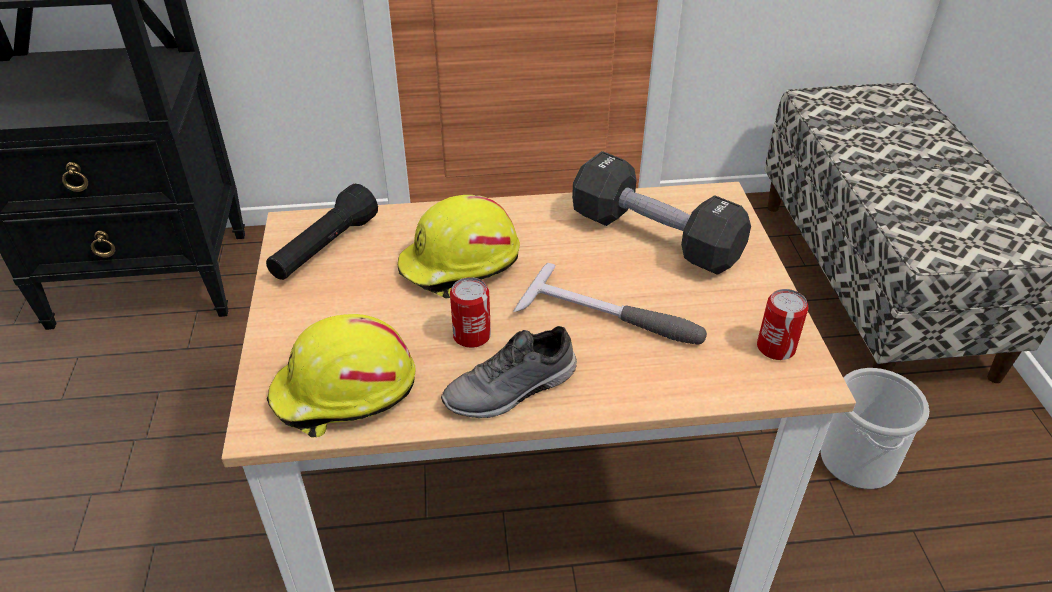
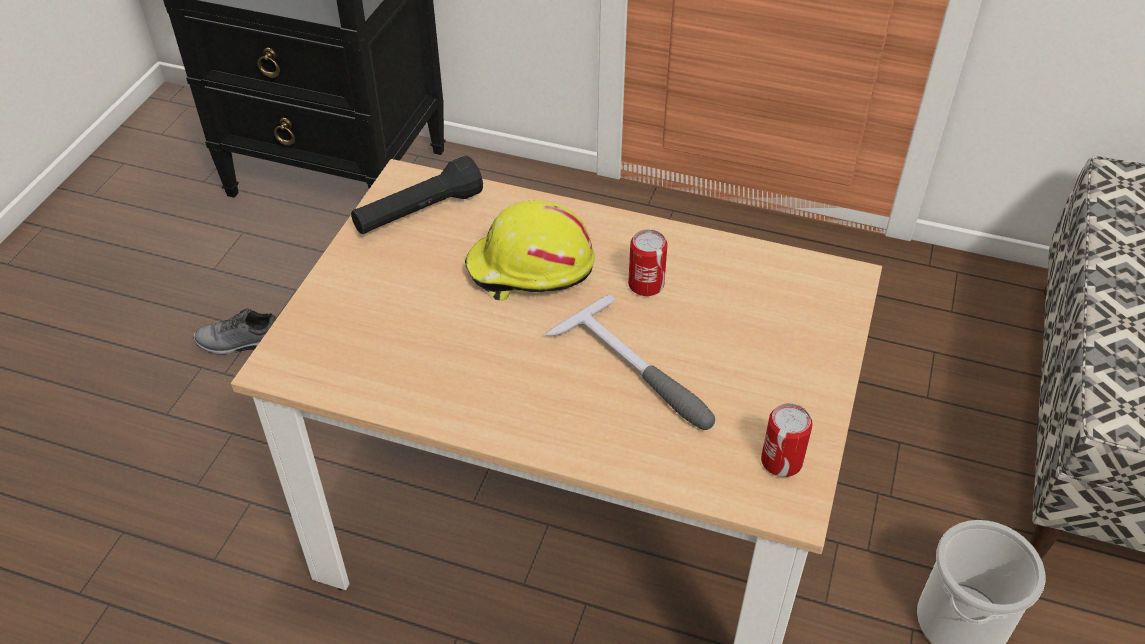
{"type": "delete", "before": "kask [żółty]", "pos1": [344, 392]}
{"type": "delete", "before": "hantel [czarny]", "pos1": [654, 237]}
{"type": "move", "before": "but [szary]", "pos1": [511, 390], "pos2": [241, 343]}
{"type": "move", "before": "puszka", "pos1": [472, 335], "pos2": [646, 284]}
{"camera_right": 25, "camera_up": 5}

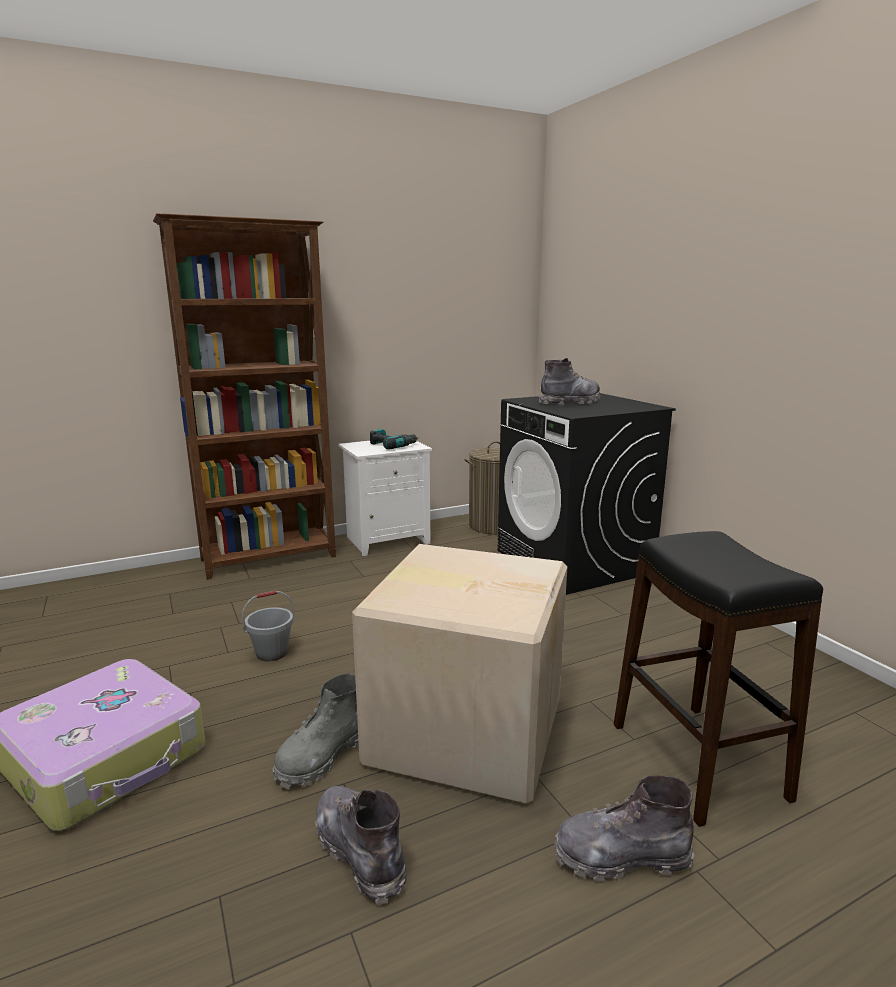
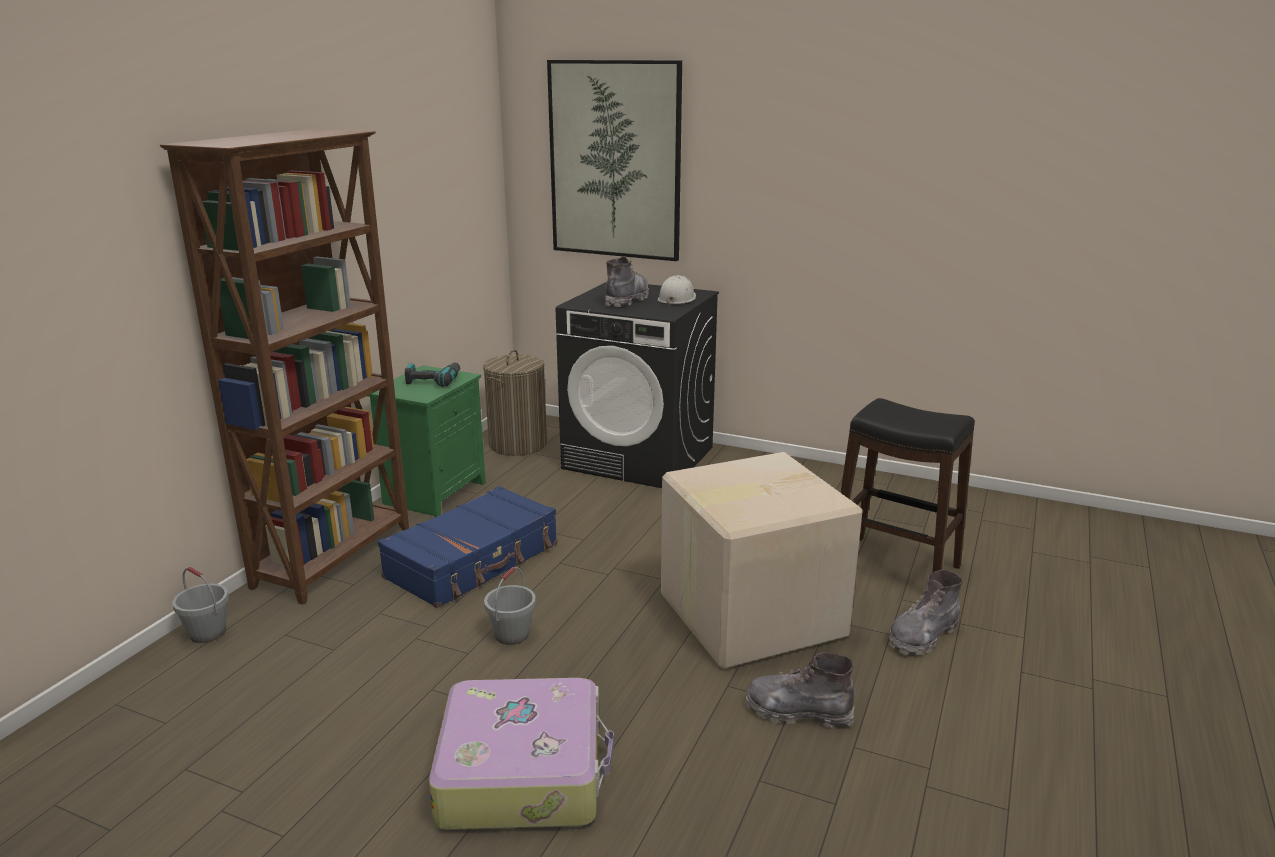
{"type": "delete", "before": "but z cholewką [szary]", "pos1": [322, 757]}
{"type": "insert", "after": "wiadro [szary]", "pos2": [208, 633]}
{"type": "insert", "after": "walizka [niebieski]", "pos2": [474, 561]}
{"type": "insert", "after": "obraz", "pos2": [615, 161]}
{"type": "insert", "after": "kask [biały]", "pos2": [677, 299]}
{"type": "recolor", "before": "szafka nocna [biały]", "after": "szafka nocna [zielony]", "pos1": [388, 540], "pos2": [434, 492]}
{"camera_right": -40, "camera_up": 5}

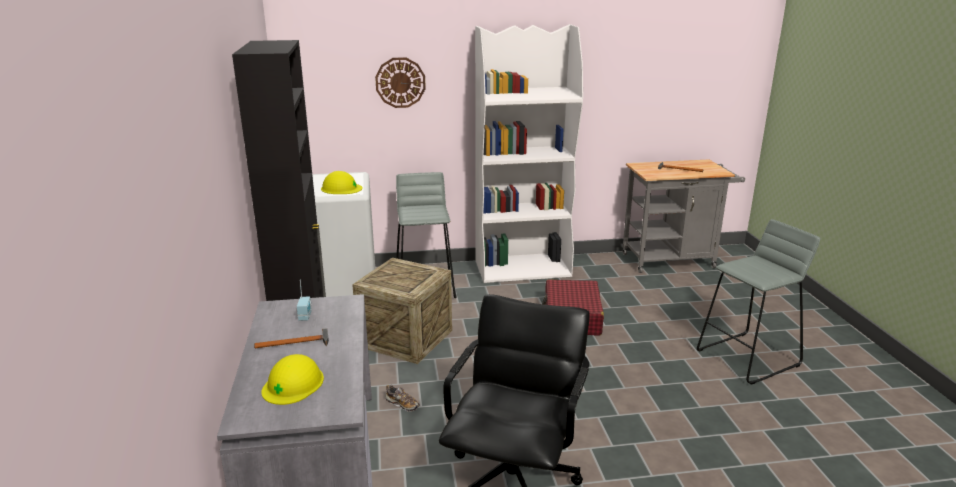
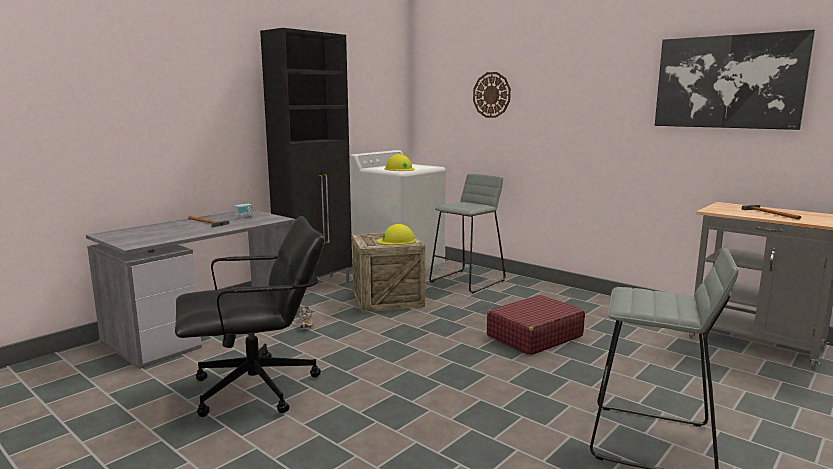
{"type": "delete", "before": "regał [biały]", "pos1": [523, 268]}
{"type": "insert", "after": "obraz", "pos2": [728, 82]}
{"type": "move", "before": "kask [żółty]", "pos1": [293, 384], "pos2": [397, 240]}
{"camera_right": 50, "camera_up": -10}

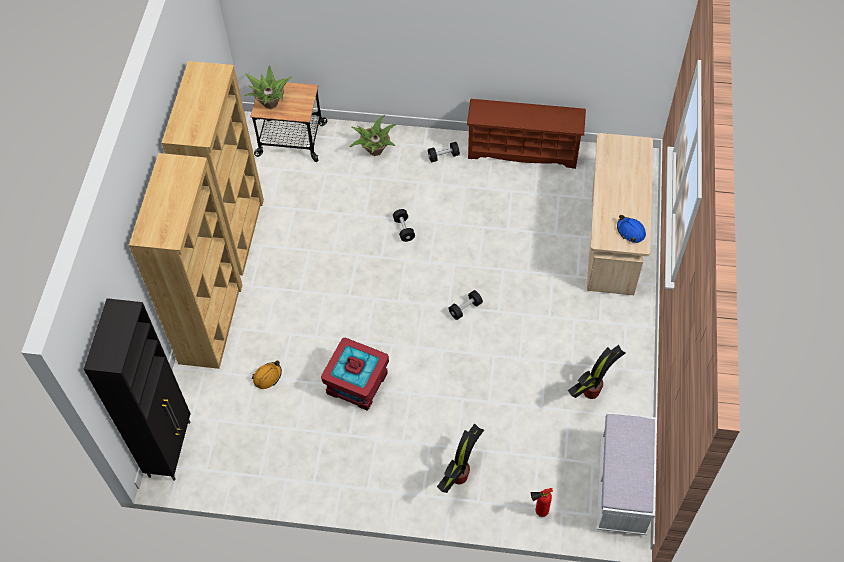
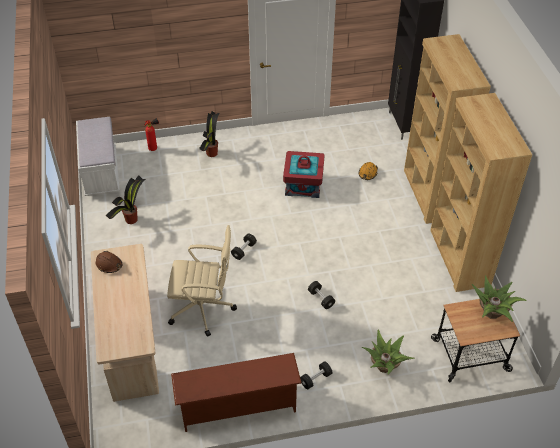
{"type": "insert", "after": "krzesło biurowe [beżowy]", "pos2": [203, 308]}
{"type": "recolor", "before": "kask [niebieski]", "after": "kask [brązowy]", "pos1": [630, 231], "pos2": [109, 265]}
{"camera_right": 160, "camera_up": -10}

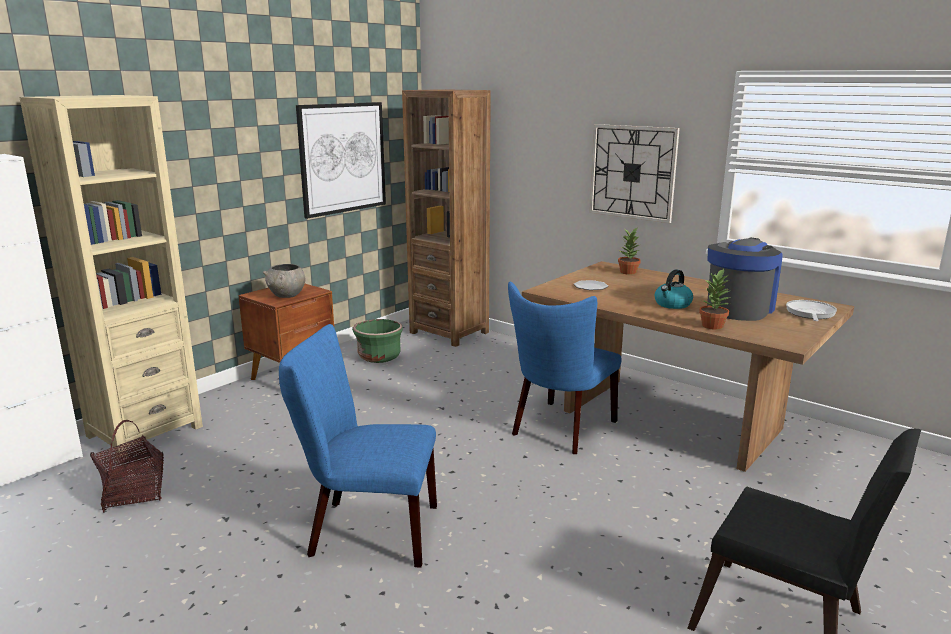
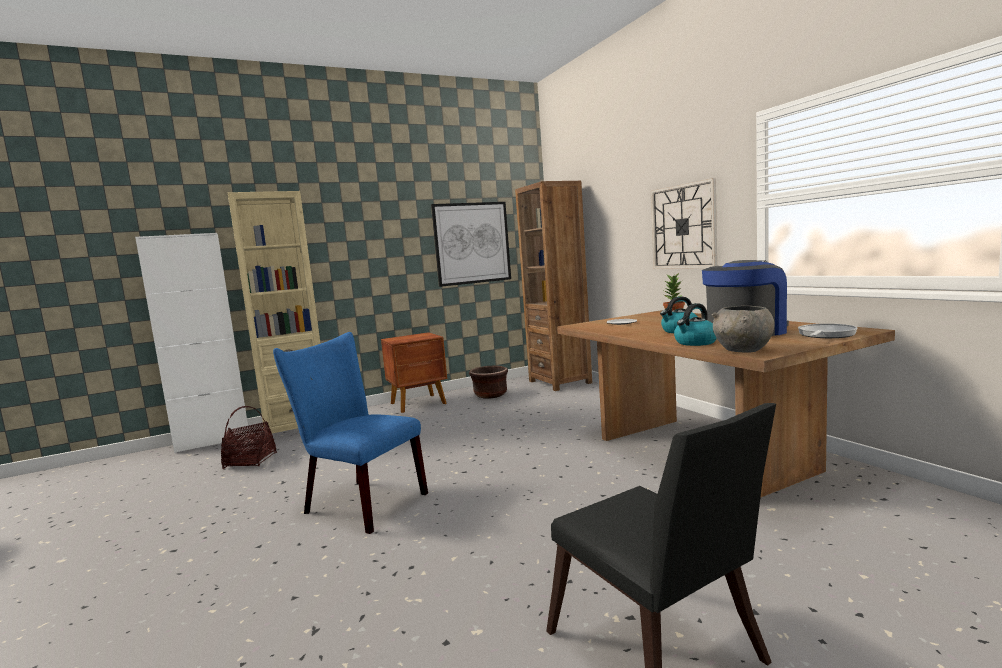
{"type": "delete", "before": "krzesło [niebieski]", "pos1": [560, 430]}
{"type": "move", "before": "miska [szary]", "pos1": [287, 296], "pos2": [743, 350]}
{"type": "replace", "before": "roślina doniczkowa", "after": "czajnik", "pos1": [713, 326], "pos2": [695, 343]}
{"type": "recolor", "before": "donica [zielony]", "after": "donica [brązowy]", "pos1": [379, 357], "pos2": [490, 395]}
{"camera_right": 25, "camera_up": -10}

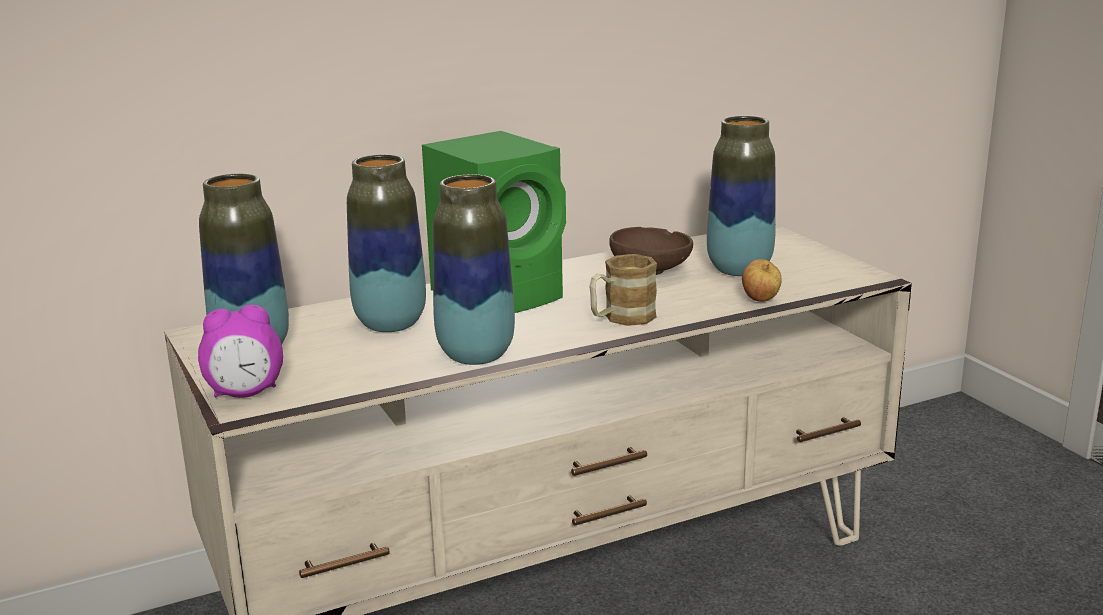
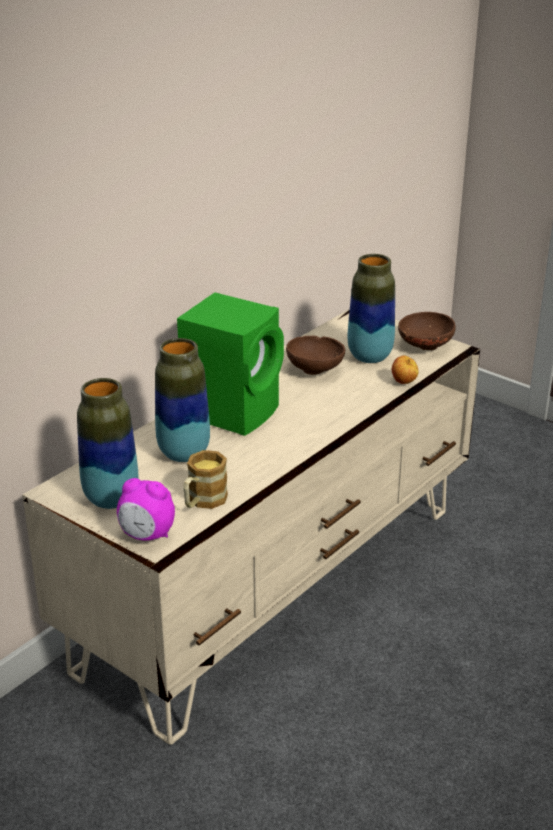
{"type": "delete", "before": "wazon", "pos1": [476, 355]}
{"type": "insert", "after": "miska [brązowy]", "pos2": [424, 346]}
{"type": "move", "before": "kubek", "pos1": [621, 318], "pos2": [203, 501]}
{"type": "rotate", "before": "budzik", "pos1": [245, 394], "pos2": [147, 535], "turn": 60}
{"camera_right": -25, "camera_up": 10}

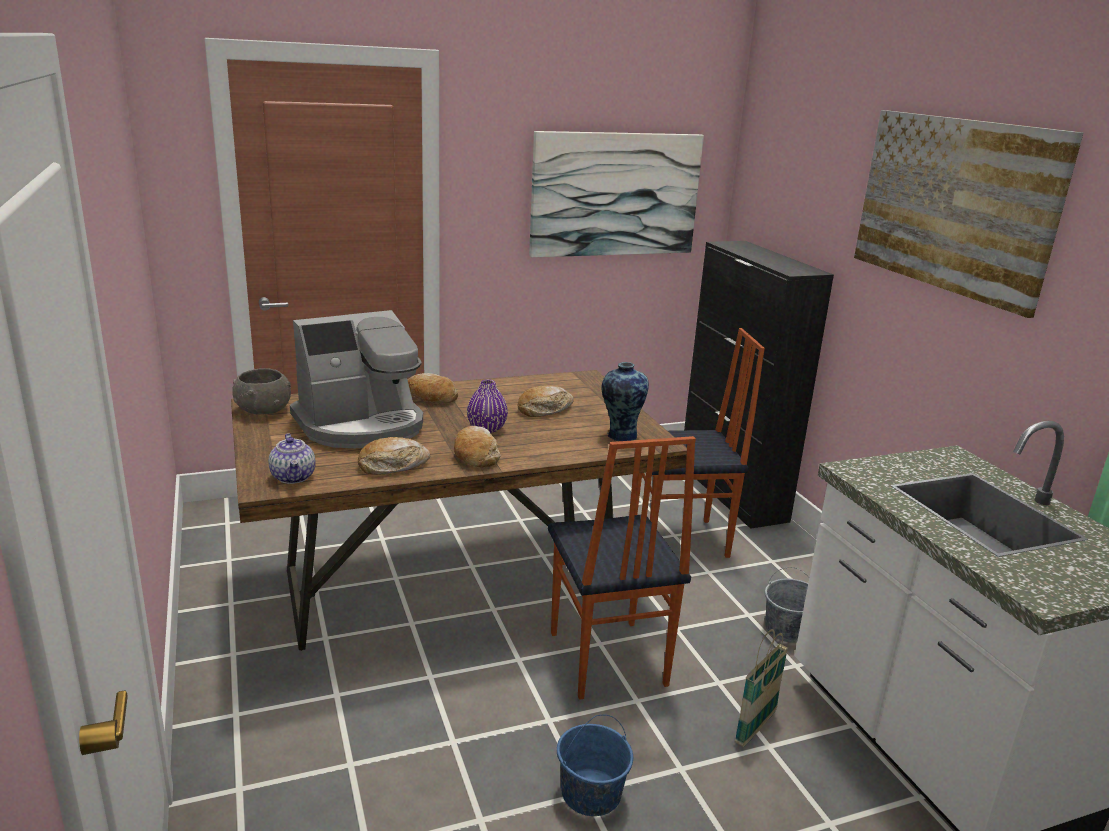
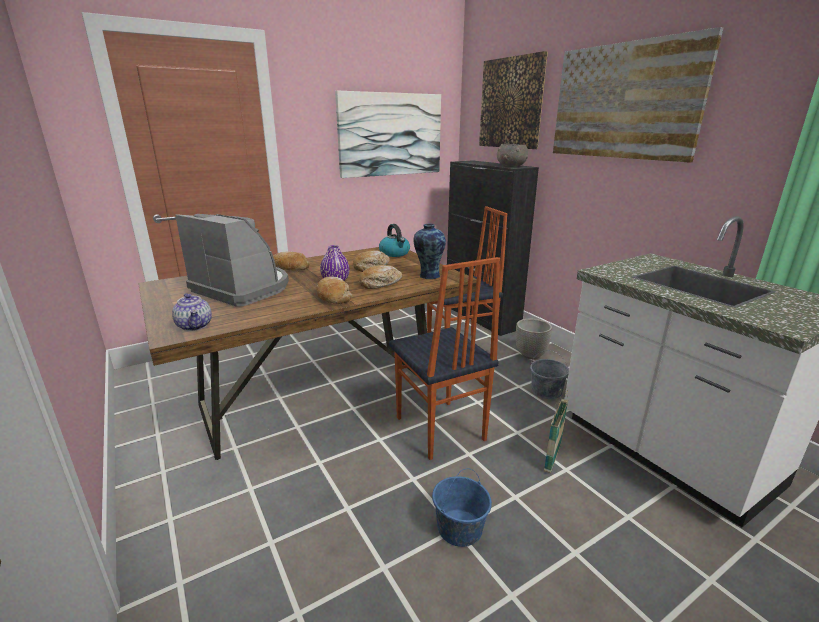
{"type": "insert", "after": "czajnik", "pos2": [395, 253]}
{"type": "insert", "after": "obraz", "pos2": [511, 103]}
{"type": "insert", "after": "donica", "pos2": [531, 355]}
{"type": "move", "before": "miska [szary]", "pos1": [263, 410], "pos2": [510, 166]}
{"type": "move", "before": "chleb", "pos1": [393, 465], "pos2": [380, 283]}
{"type": "rotate", "before": "ekspres do kawy", "pos1": [361, 425], "pos2": [243, 288], "turn": -105}
{"camera_right": -10, "camera_up": 0}

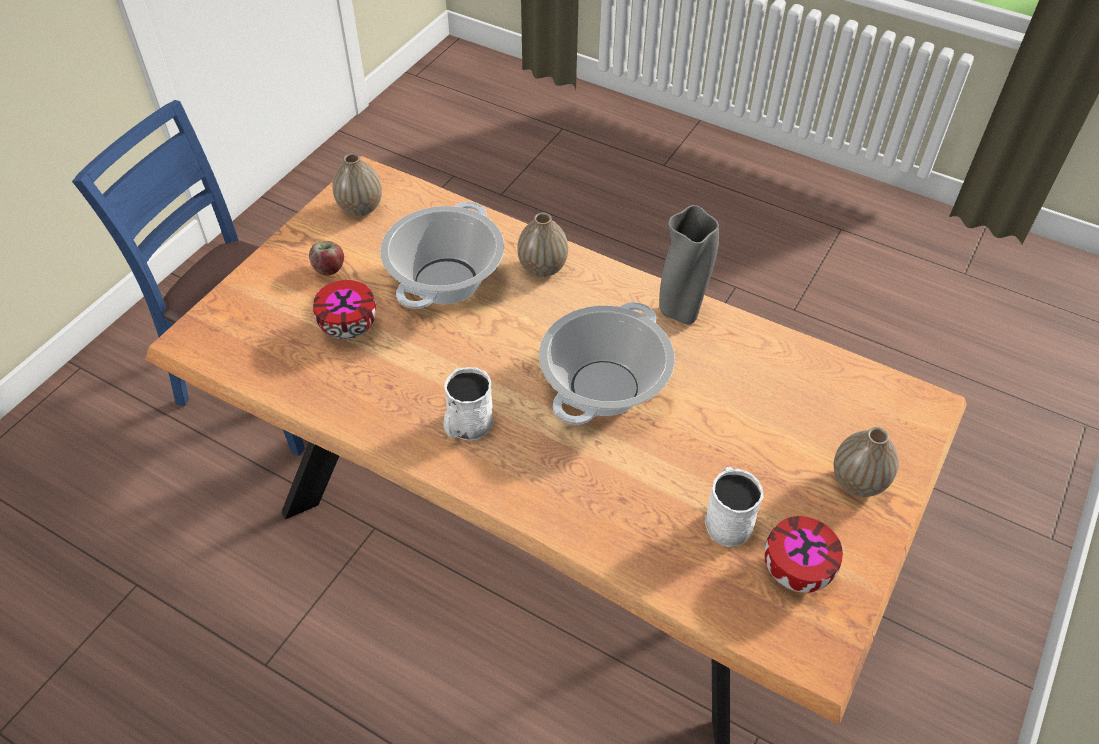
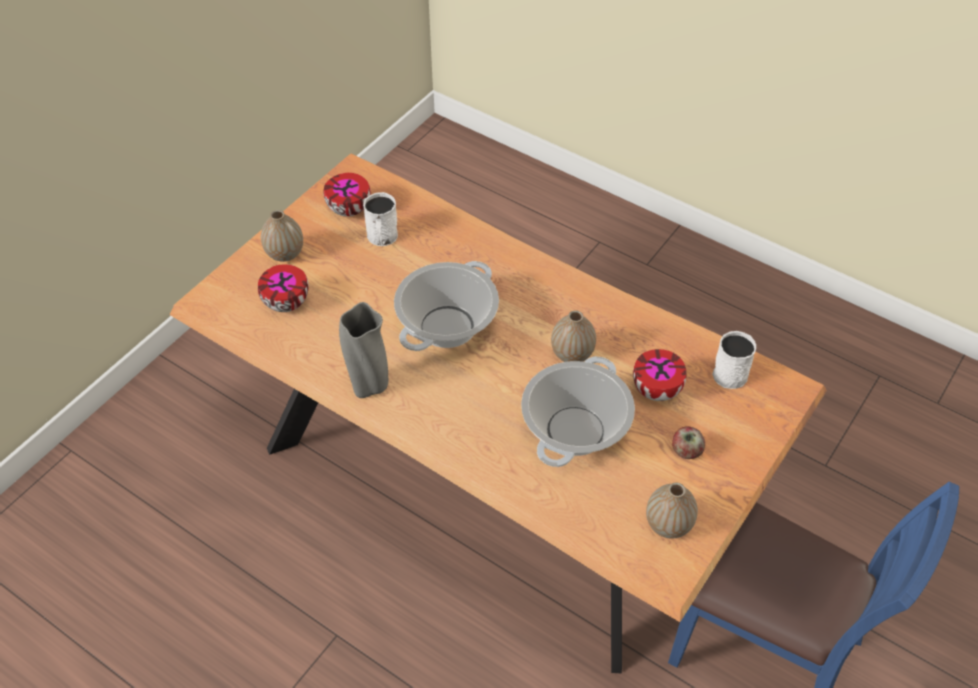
{"type": "insert", "after": "miska", "pos2": [288, 302]}
{"type": "move", "before": "kubek [biały]", "pos1": [466, 427], "pos2": [732, 371]}
{"type": "move", "before": "wazon", "pos1": [542, 268], "pos2": [572, 354]}
{"camera_right": -175, "camera_up": 0}

